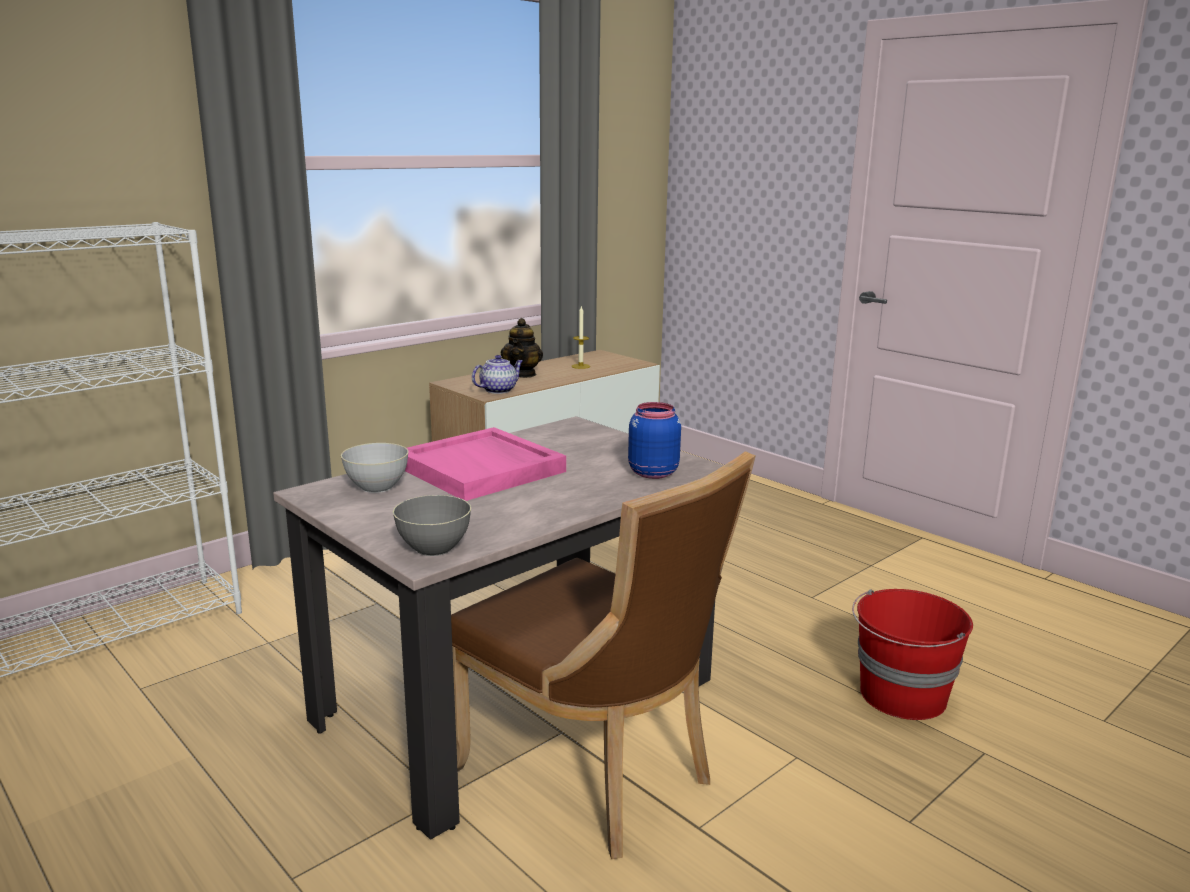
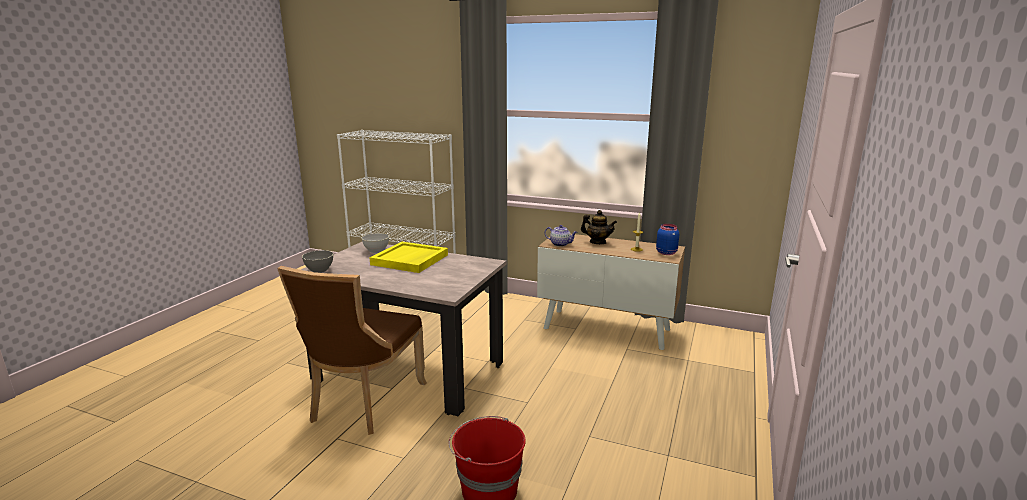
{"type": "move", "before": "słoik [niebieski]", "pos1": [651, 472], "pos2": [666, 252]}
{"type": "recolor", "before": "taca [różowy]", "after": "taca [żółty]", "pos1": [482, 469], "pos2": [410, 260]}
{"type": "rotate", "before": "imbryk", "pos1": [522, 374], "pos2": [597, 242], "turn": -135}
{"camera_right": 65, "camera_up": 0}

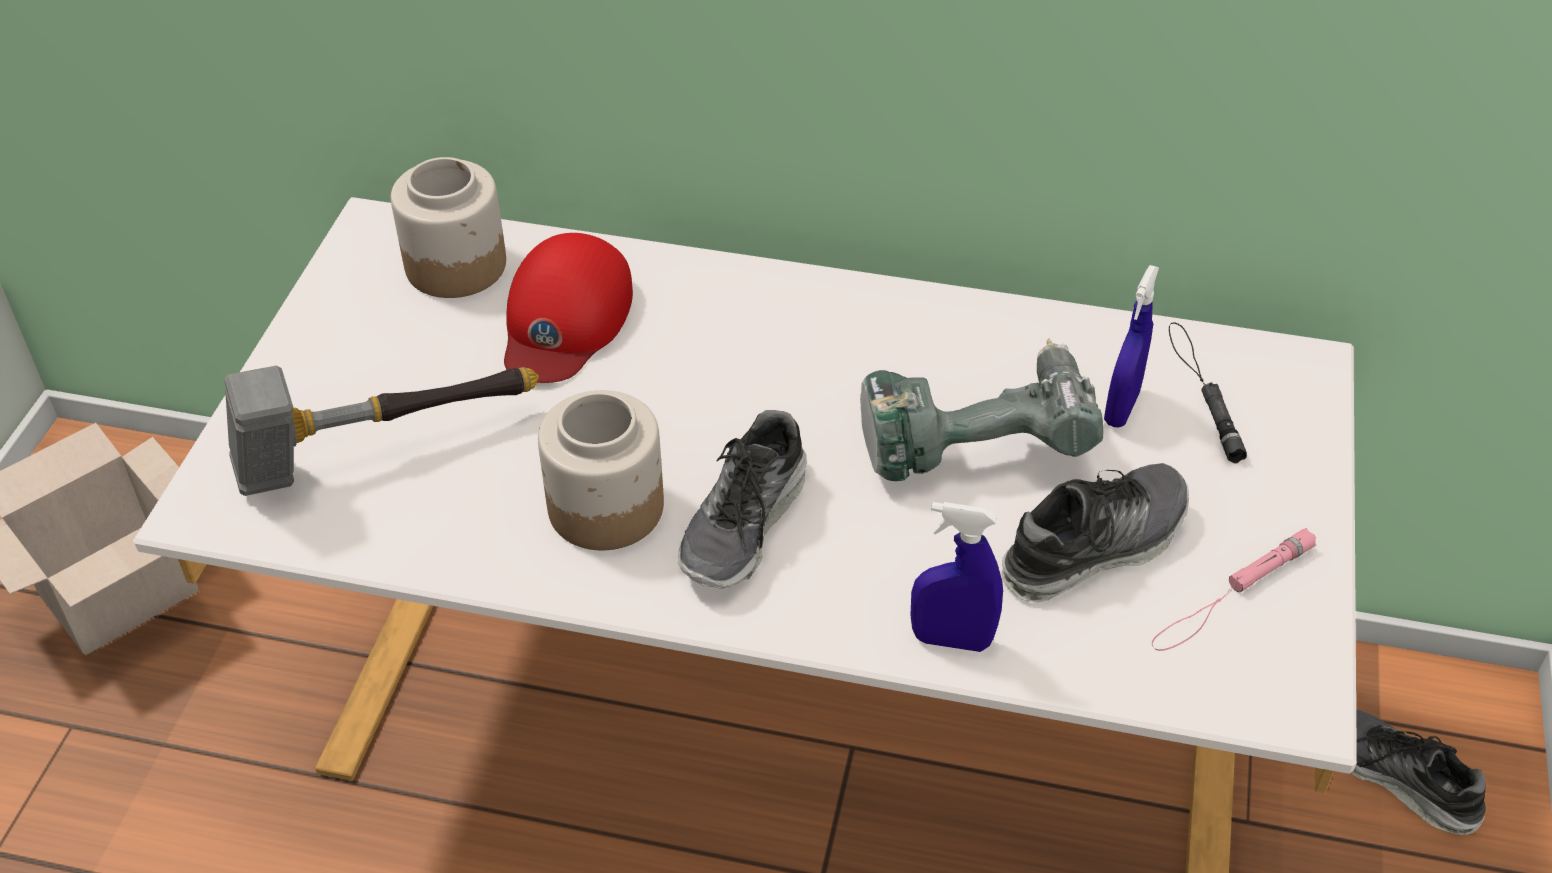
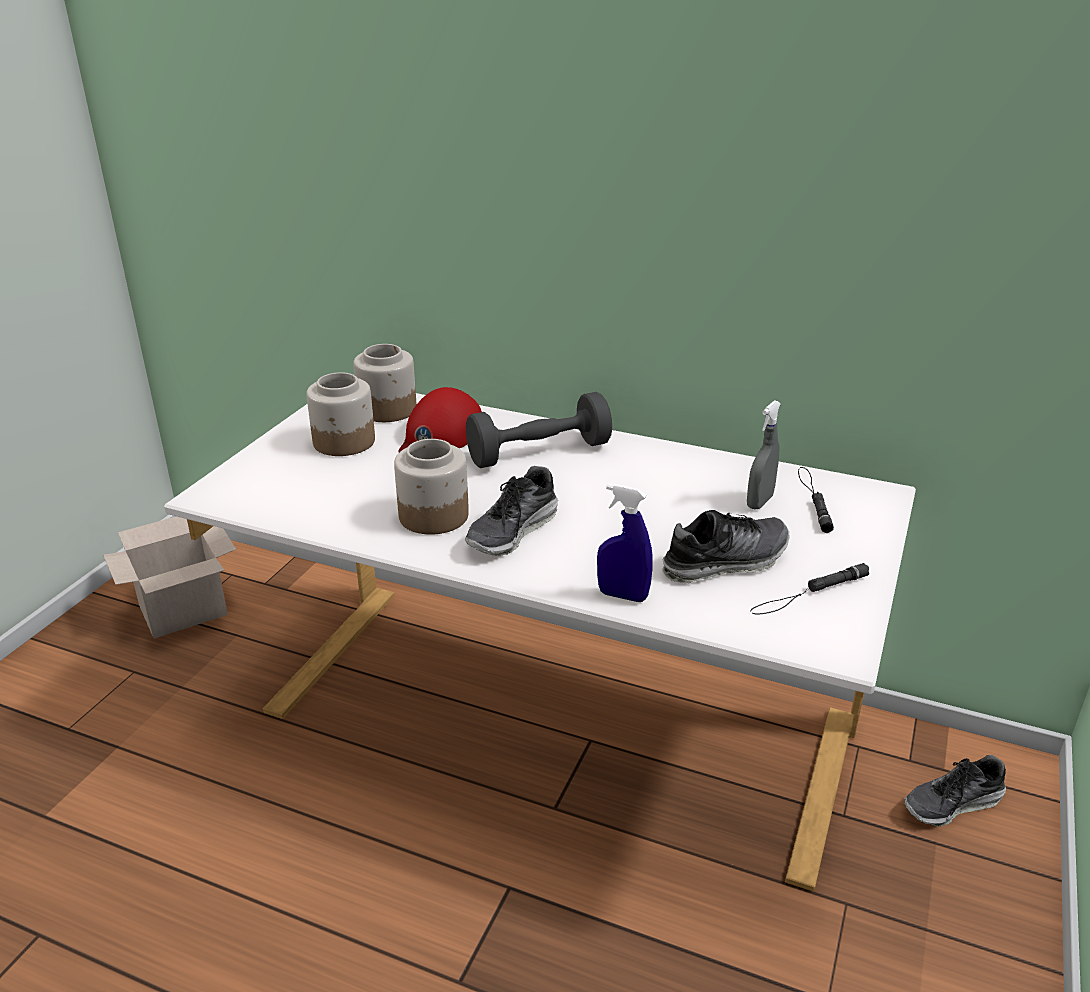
{"type": "delete", "before": "młotek", "pos1": [382, 453]}
{"type": "delete", "before": "wiertarka", "pos1": [973, 437]}
{"type": "insert", "after": "słoik", "pos2": [344, 442]}
{"type": "insert", "after": "hantel [szary]", "pos2": [539, 453]}
{"type": "recolor", "before": "spryskiwacz [niebieski]", "after": "spryskiwacz [szary]", "pos1": [1121, 408], "pos2": [759, 502]}
{"type": "recolor", "before": "latarka [różowy]", "after": "latarka [czarny]", "pos1": [1232, 595], "pos2": [809, 593]}
{"type": "rotate", "before": "but", "pos1": [1398, 778], "pos2": [952, 804], "turn": -75}
{"camera_right": 10, "camera_up": -15}

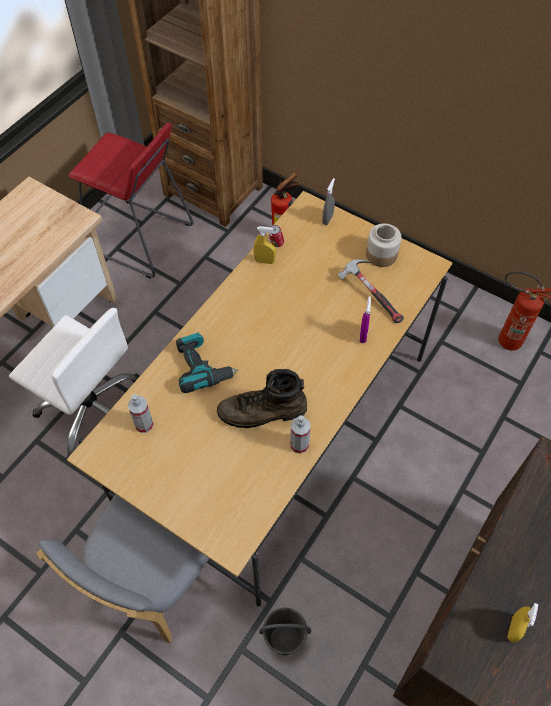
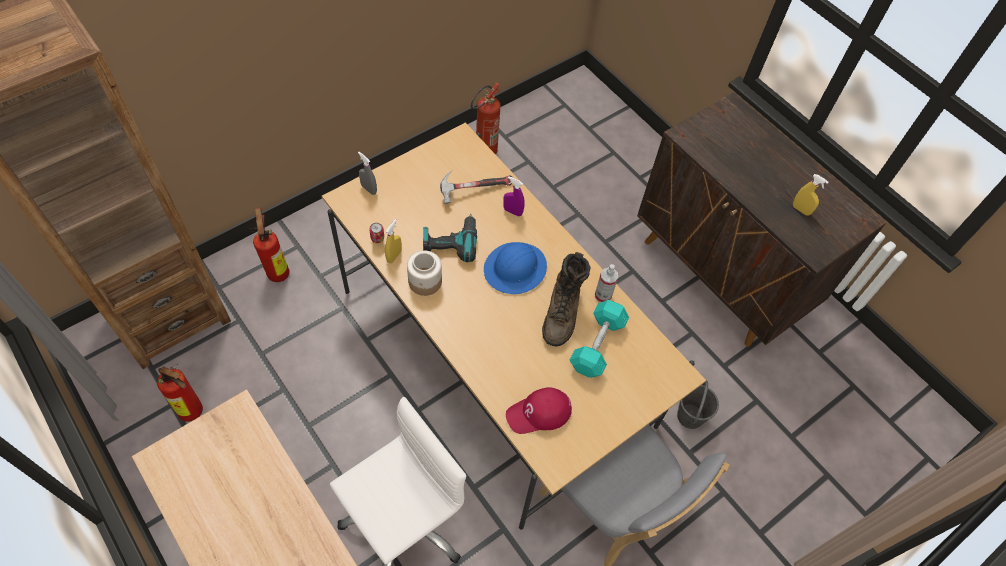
{"type": "insert", "after": "kask [niebieski]", "pos2": [515, 269]}
{"type": "insert", "after": "hantel [turkusowy]", "pos2": [597, 345]}
{"type": "move", "before": "wiertarka", "pos1": [203, 367], "pos2": [450, 242]}
{"type": "move", "before": "słoik", "pos1": [381, 255], "pos2": [425, 282]}
{"type": "replace", "before": "stołek [czerwony]", "after": "gaśnica", "pos1": [139, 238], "pos2": [193, 413]}
{"type": "replace", "before": "spryskiwacz", "after": "czapka z daszkiem [czerwony]", "pos1": [144, 424], "pos2": [539, 413]}
{"camera_right": -75, "camera_up": 0}

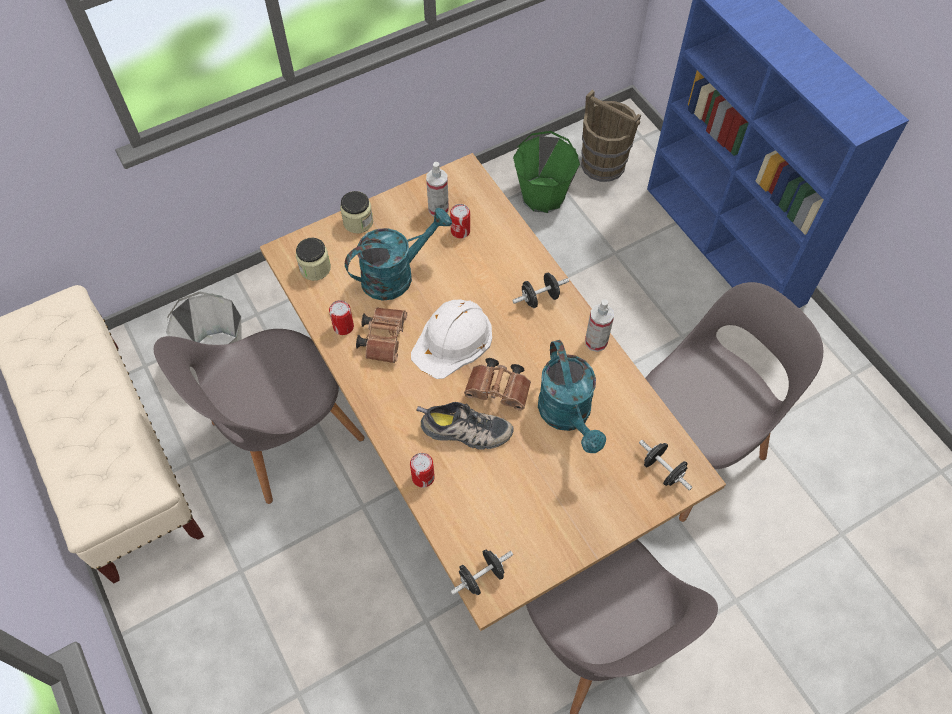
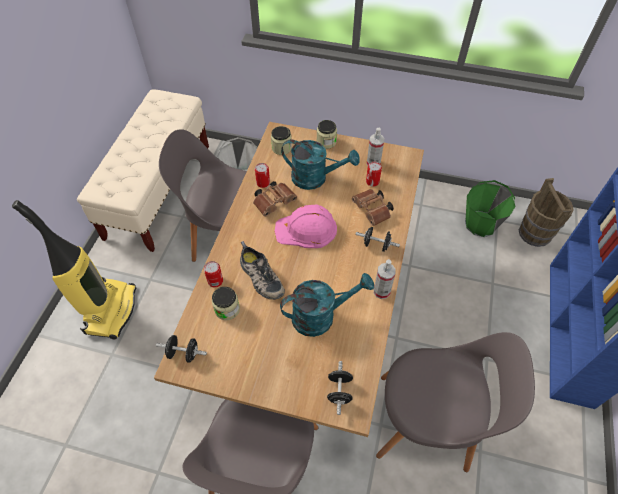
{"type": "insert", "after": "odkurzacz", "pos2": [110, 310]}
{"type": "insert", "after": "słoik", "pos2": [227, 309]}
{"type": "move", "before": "lornetka [brązowy]", "pos1": [500, 390], "pos2": [372, 212]}
{"type": "recolor", "before": "kask [biały]", "after": "kask [różowy]", "pos1": [453, 340], "pos2": [306, 229]}
{"type": "rotate", "before": "konewka [turkusowy]", "pos1": [568, 416], "pos2": [321, 316], "turn": -135}
{"camera_right": 45, "camera_up": -5}

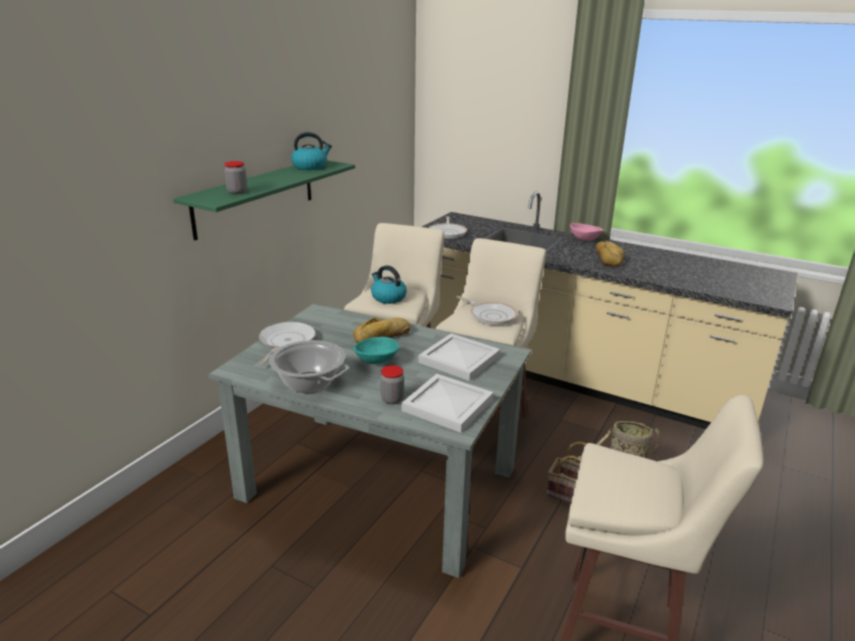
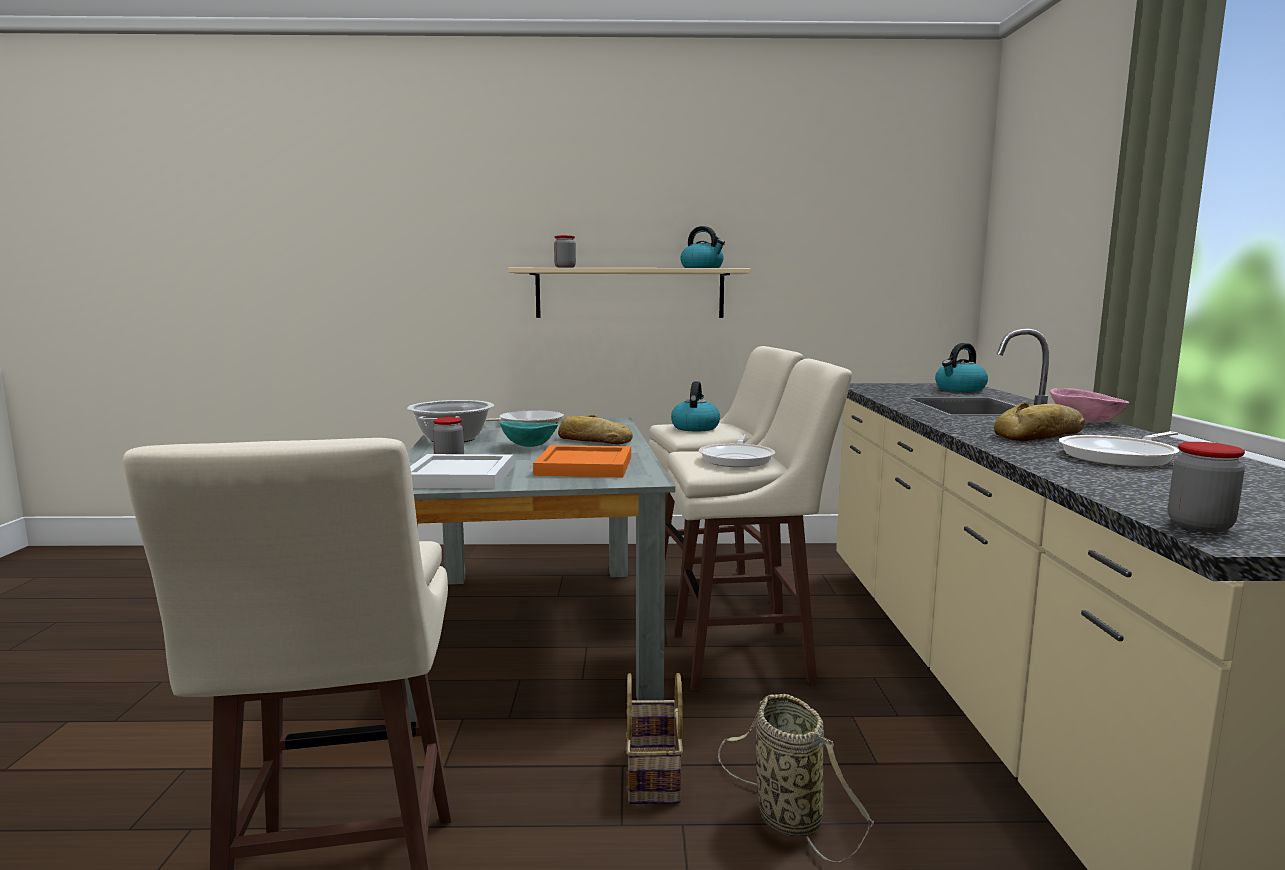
{"type": "insert", "after": "czajnik", "pos2": [960, 389]}
{"type": "insert", "after": "słoik", "pos2": [1199, 526]}
{"type": "move", "before": "patelnia", "pos1": [448, 232], "pos2": [1121, 457]}
{"type": "recolor", "before": "półka [zielony]", "after": "półka [beżowy]", "pos1": [255, 197], "pos2": [630, 293]}
{"type": "recolor", "before": "taca [biały]", "after": "taca [pomarańczowy]", "pos1": [459, 358], "pos2": [586, 466]}
{"camera_right": 60, "camera_up": -15}

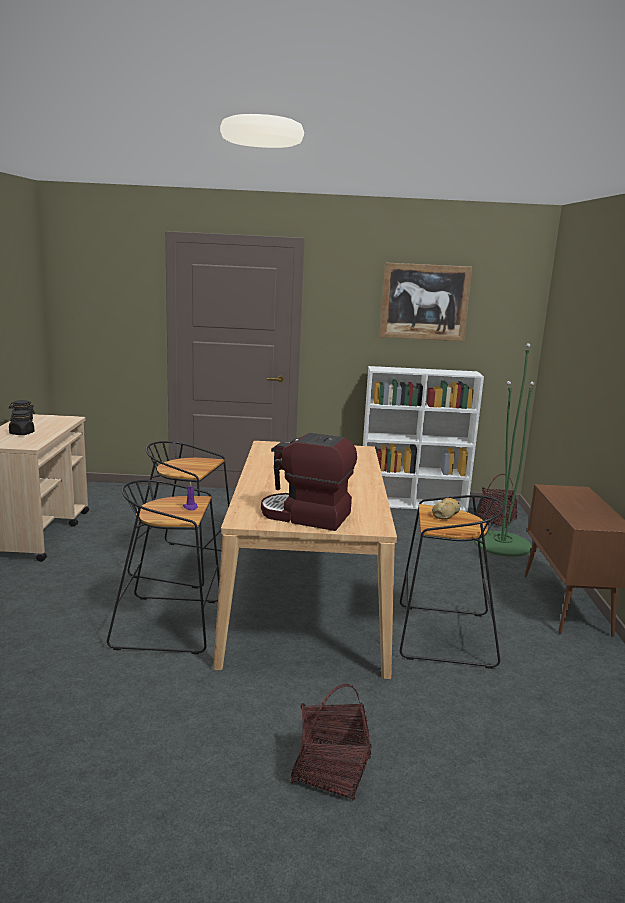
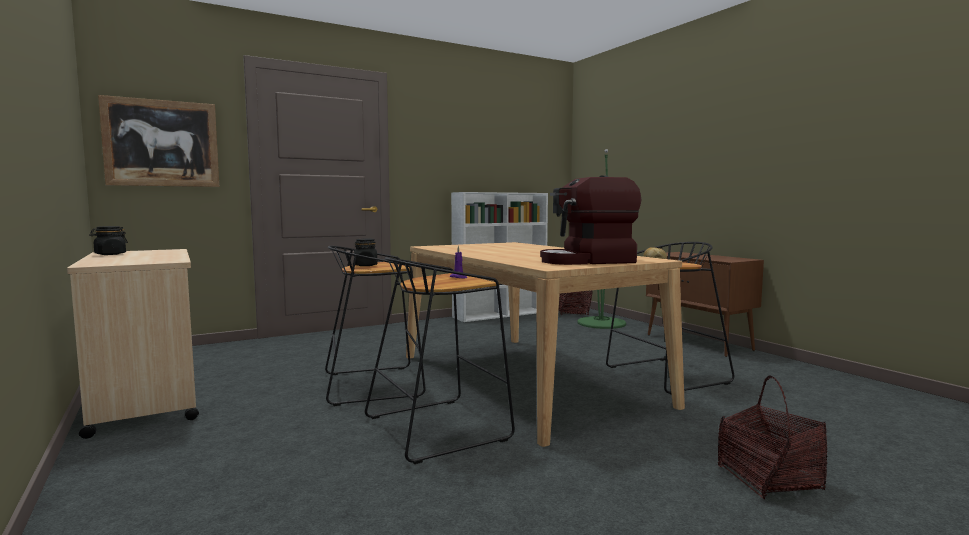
{"type": "move", "before": "słoik [czarny]", "pos1": [22, 433], "pos2": [365, 265]}
{"type": "move", "before": "obraz", "pos1": [424, 302], "pos2": [162, 143]}
{"camera_right": -30, "camera_up": -10}

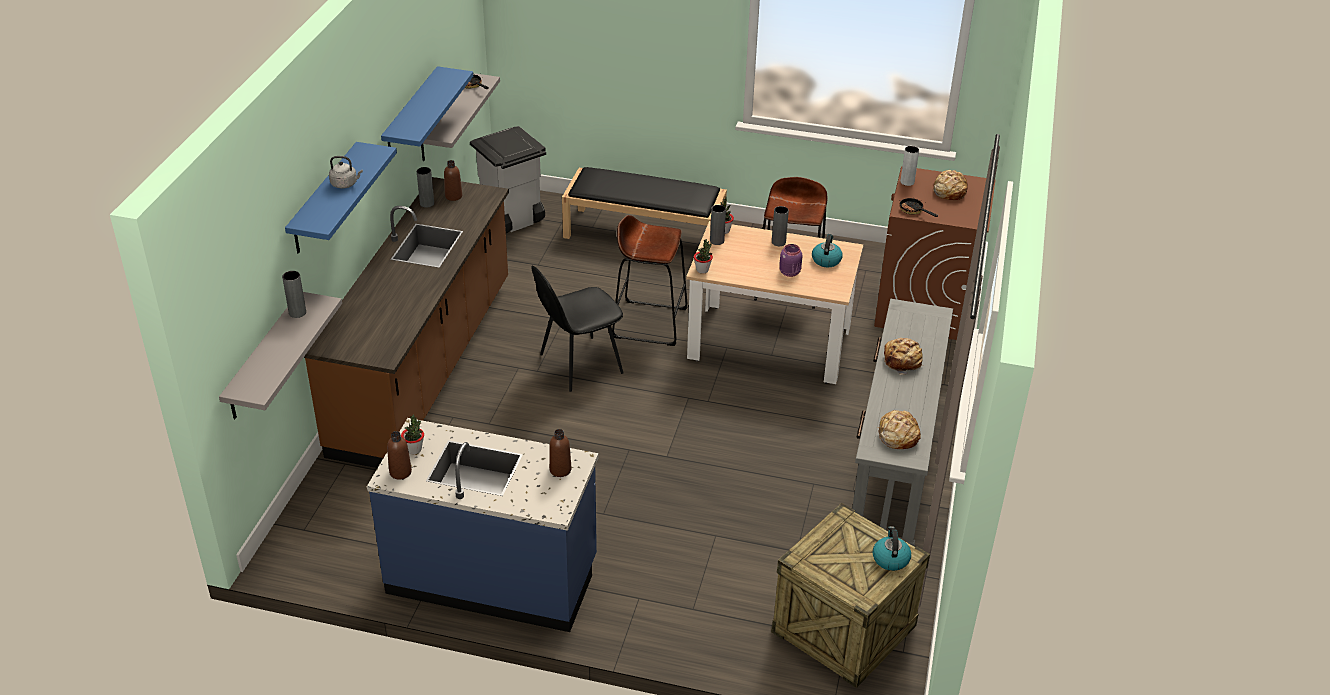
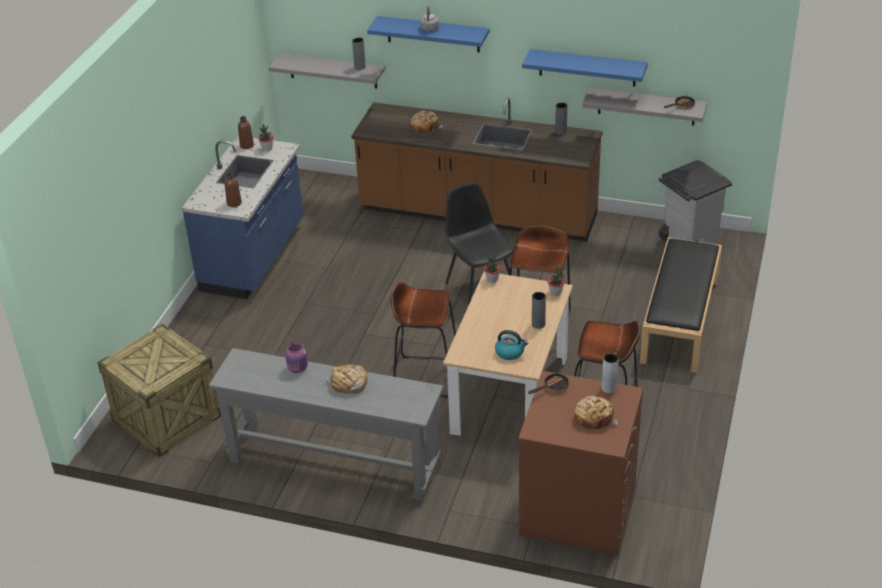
{"type": "delete", "before": "butelka [brązowy]", "pos1": [453, 196]}
{"type": "delete", "before": "wazon [szary]", "pos1": [717, 241]}
{"type": "delete", "before": "czajnik", "pos1": [890, 558]}
{"type": "insert", "after": "stołek [brązowy]", "pos2": [426, 376]}
{"type": "move", "before": "słoik [fioletowy]", "pos1": [790, 272], "pos2": [297, 368]}
{"type": "move", "before": "chleb", "pos1": [897, 435], "pos2": [425, 127]}
{"camera_right": 95, "camera_up": 0}

